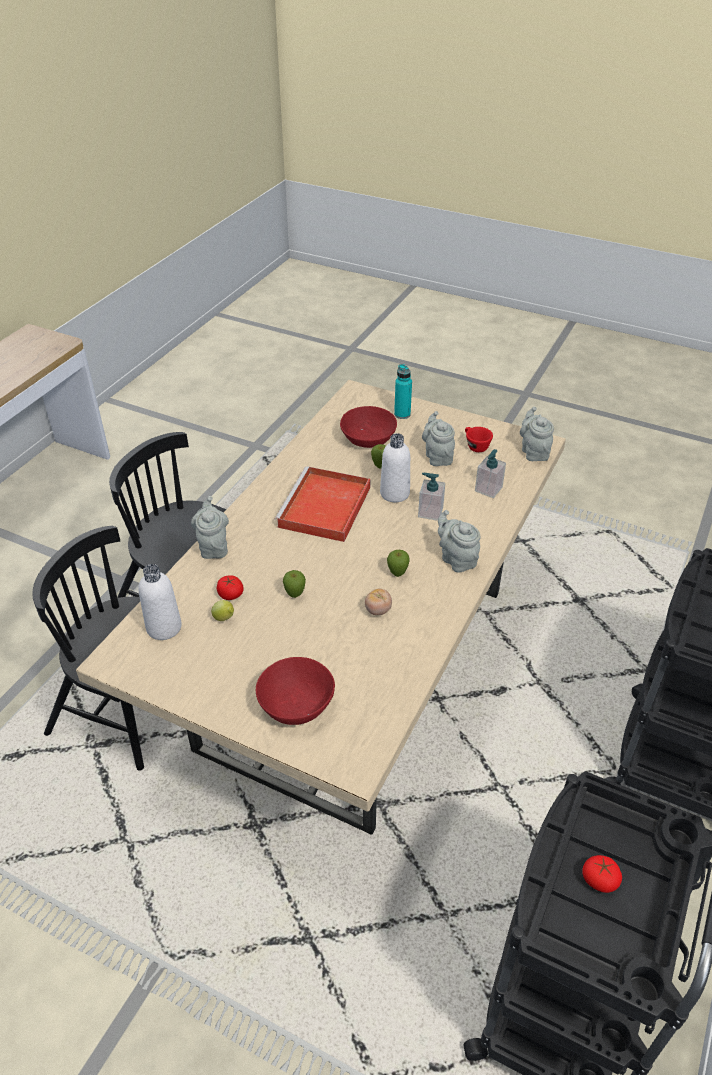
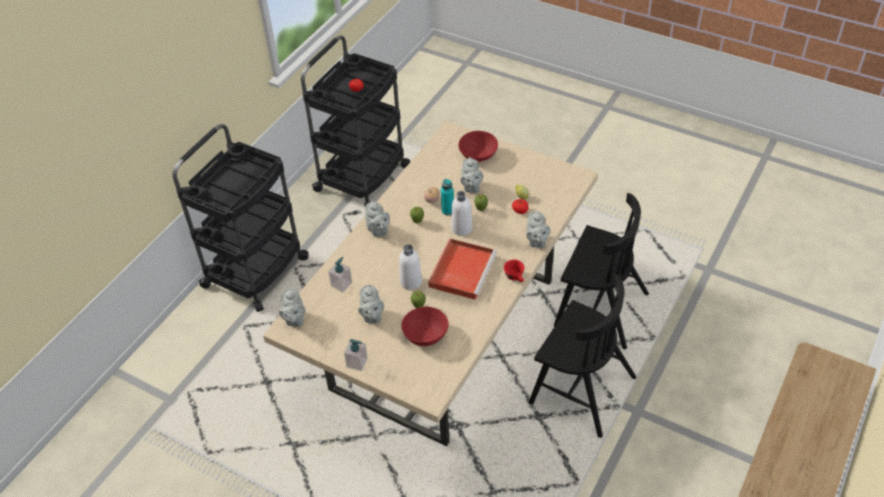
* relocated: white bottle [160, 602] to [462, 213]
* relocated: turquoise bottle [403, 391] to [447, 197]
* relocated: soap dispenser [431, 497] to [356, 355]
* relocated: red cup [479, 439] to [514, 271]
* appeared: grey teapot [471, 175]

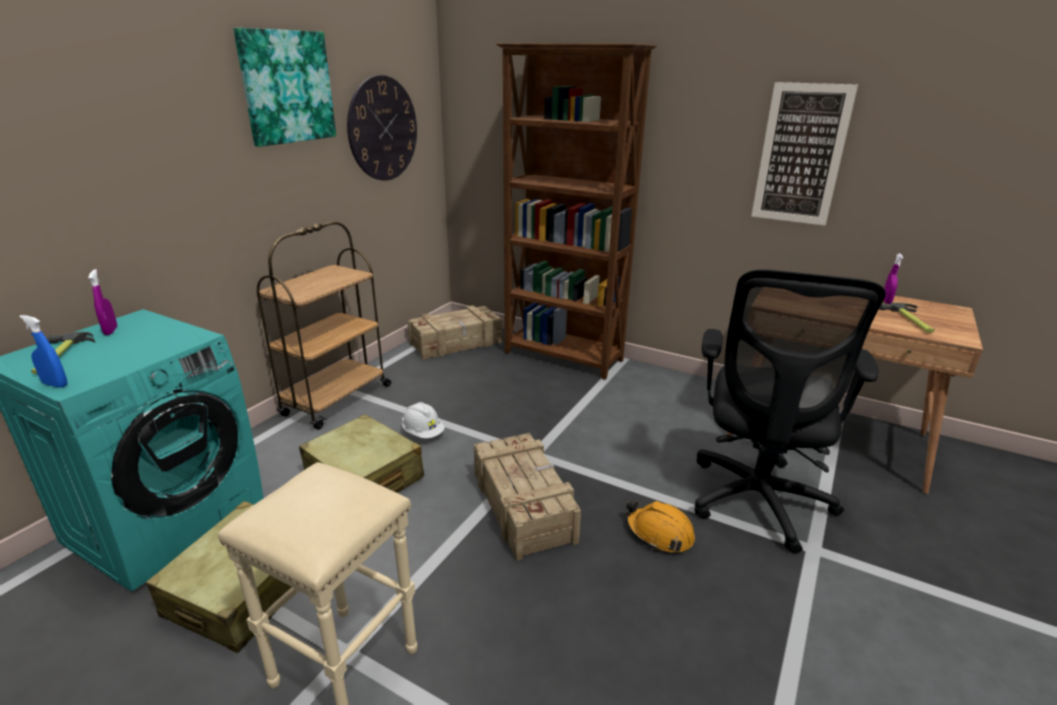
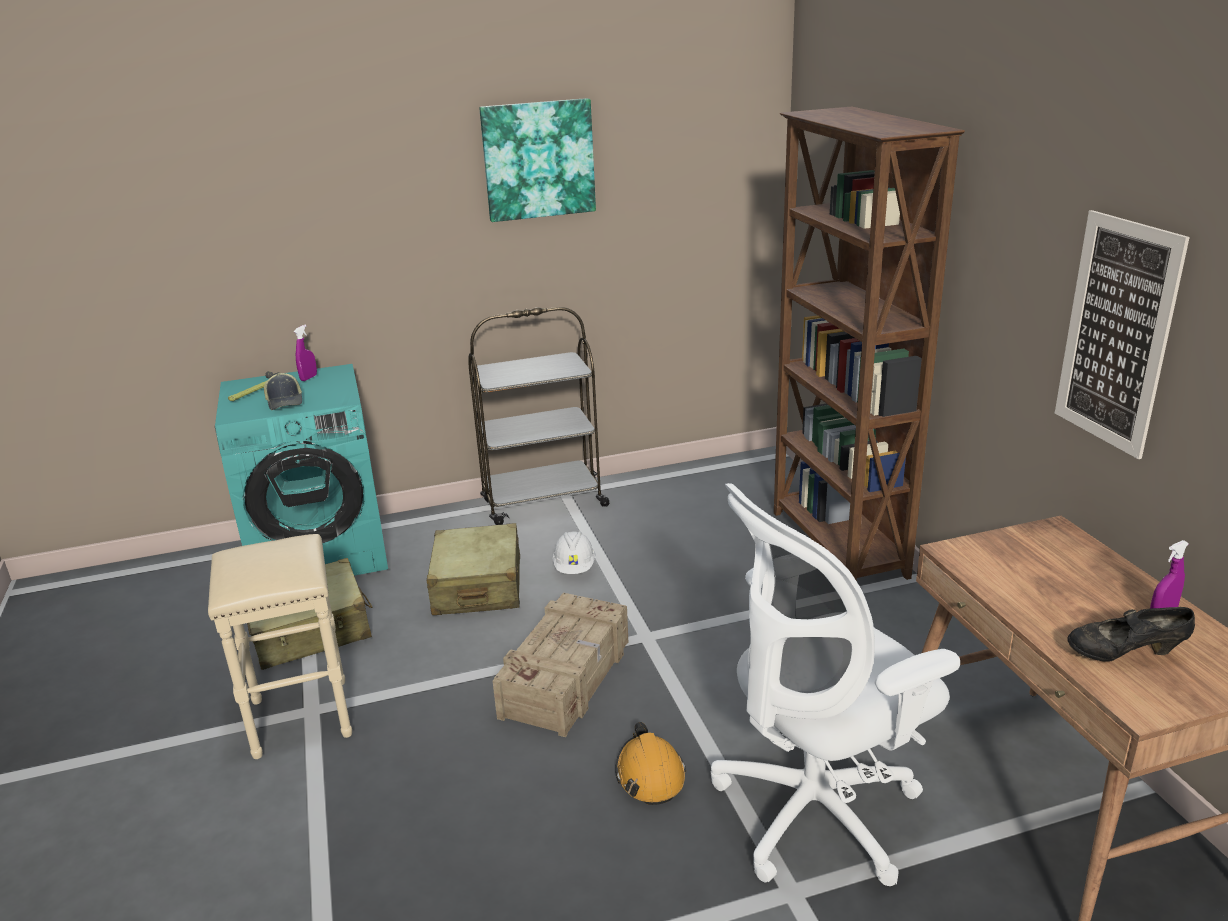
* missing: blue spray bottle [43, 351]
* colour: brown cart [324, 326] to grey cart [538, 416]
* missing: wall clock [382, 128]
* missing: crate [455, 332]
* colour: black office chair [790, 411] to white office chair [835, 684]
* exchanged: hammer [907, 318] to black shoe [1131, 634]
* appeared: cap [283, 391]

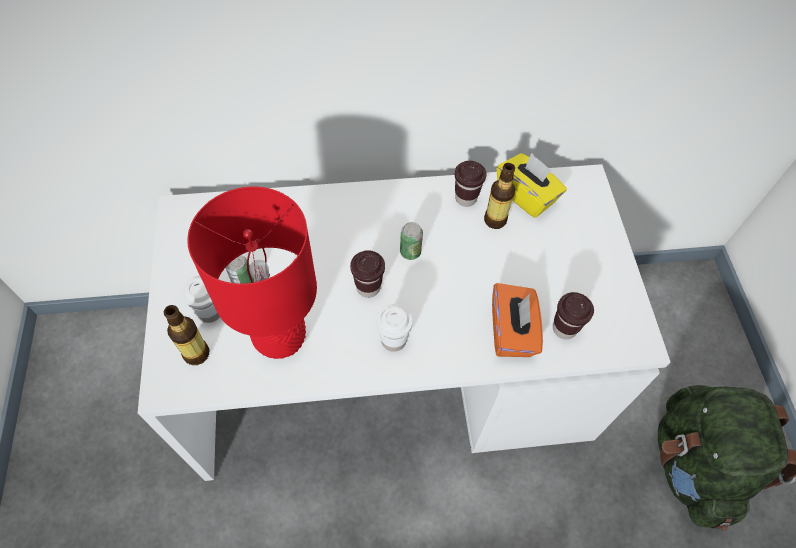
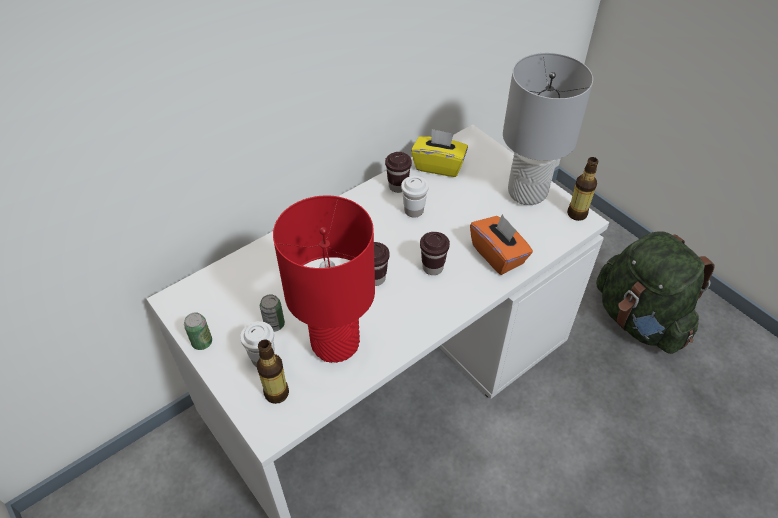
* relocated: white cup [394, 328] to [415, 197]
* relocated: can [411, 241] to [198, 331]
* relocated: bottle [499, 196] to [582, 189]
* relocated: brown cup [573, 315] to [435, 253]
* appeared: grey table lamp [548, 129]

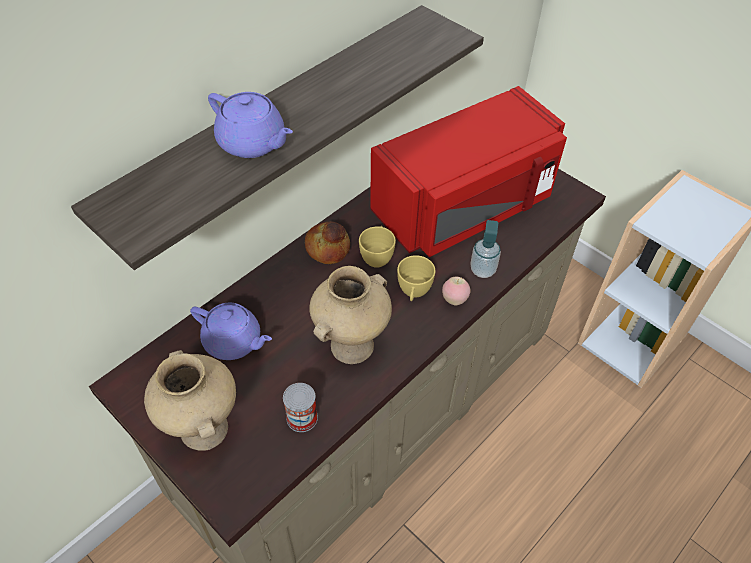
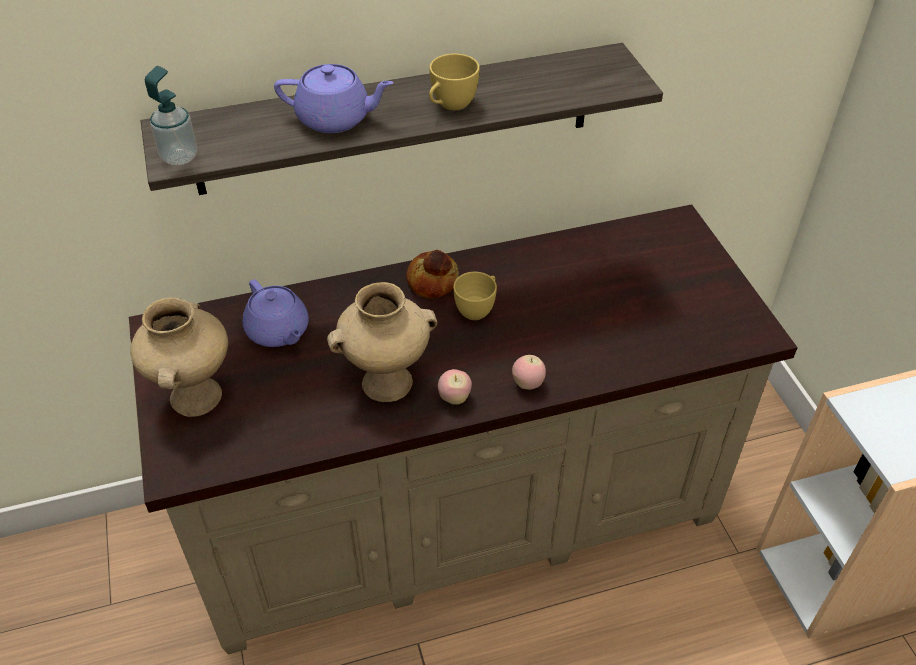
* spun: purple teapot [250, 125] = [334, 98] 60 degrees counterclockwise
* missing: can [300, 407]
* missing: red microwave [468, 171]
* relocated: yellow cup [416, 278] to [454, 82]
* relocated: soap dispenser [485, 249] to [171, 115]
* appeared: apple [455, 387]

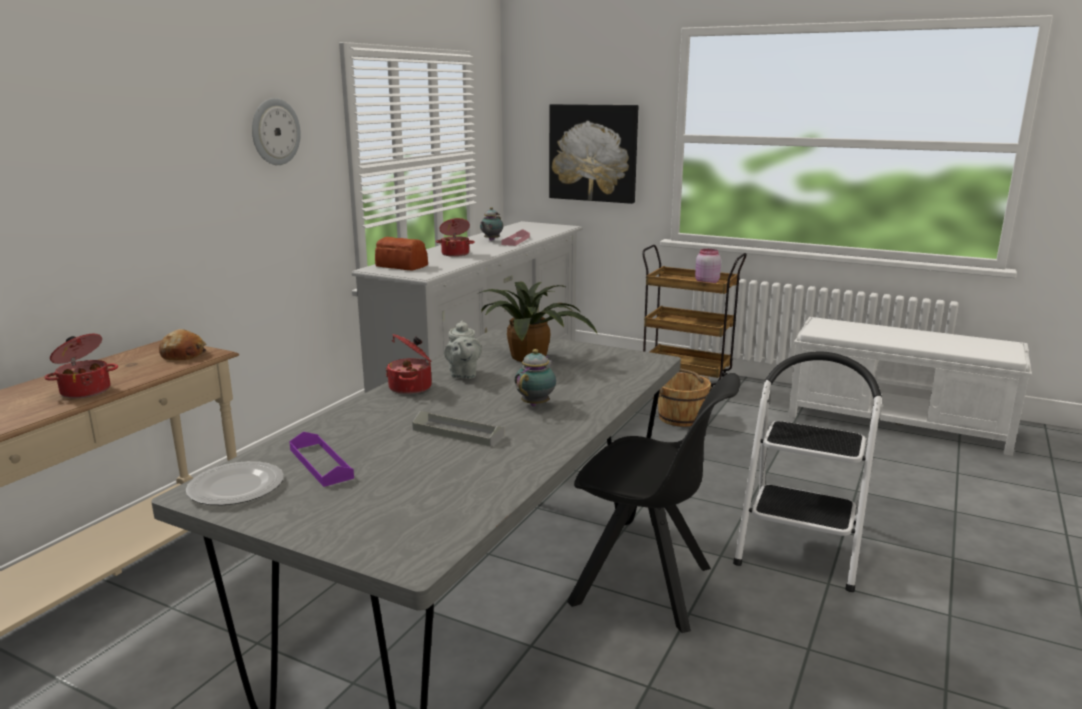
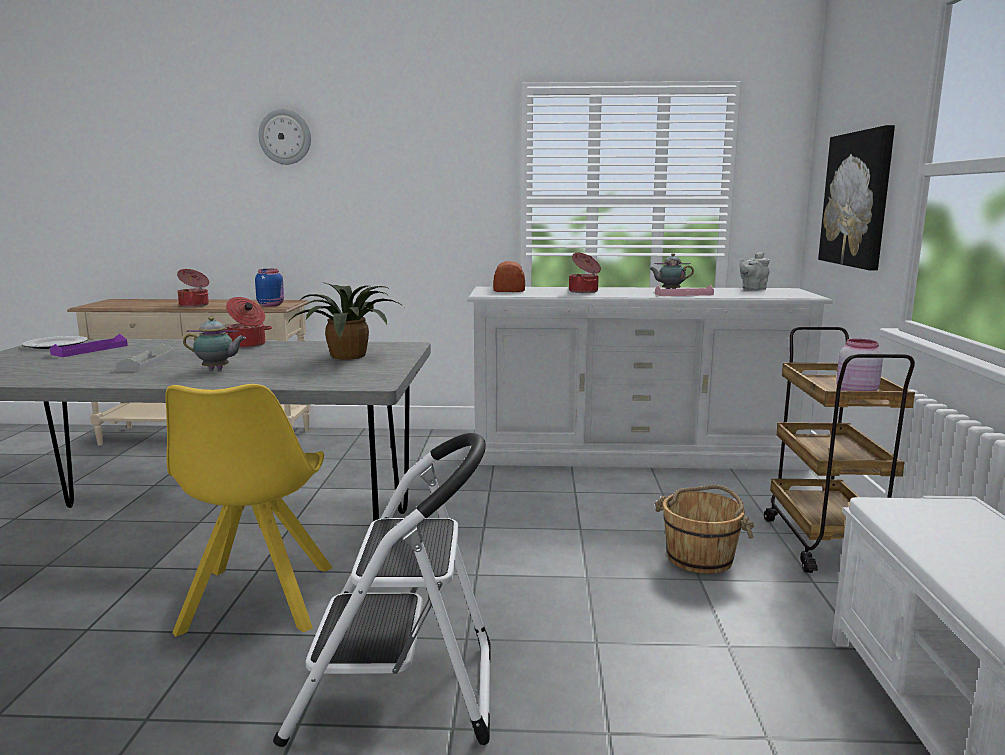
* exchanged: bread [182, 344] to blue jar [269, 288]
* relocated: wall clock [276, 131] to [284, 137]
* relocated: grey teapot [463, 349] to [755, 271]
* colour: black chair [653, 503] to yellow chair [249, 510]

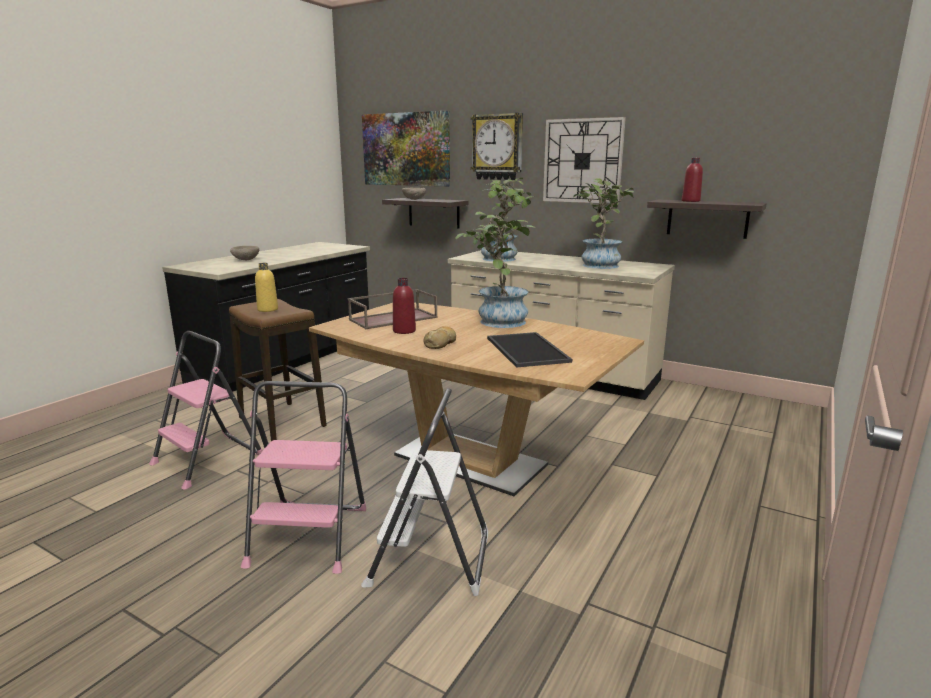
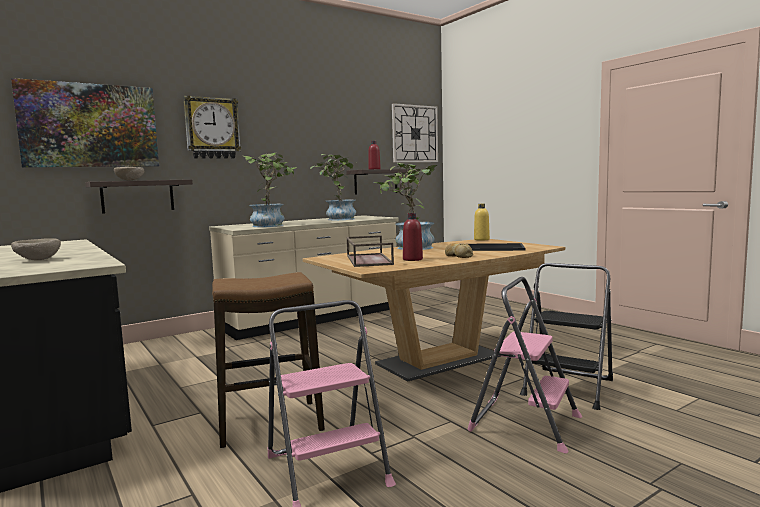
* relocated: yellow bottle [266, 287] to [482, 222]
* colour: white step ladder [424, 492] to black step ladder [566, 336]
* relocated: wall clock [584, 160] to [415, 132]

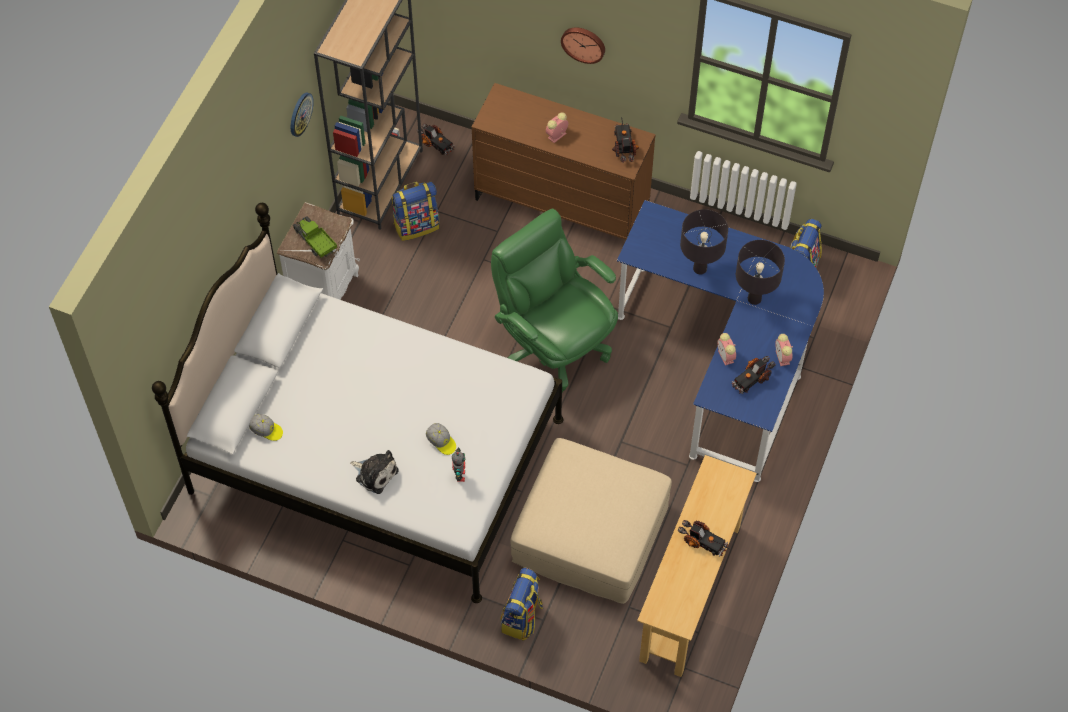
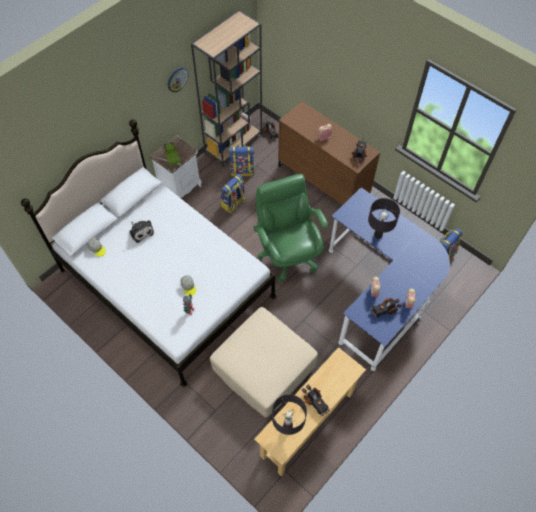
* relocated: plush toy [374, 472] to [141, 231]
* relocated: backpack [522, 604] to [233, 193]
* missing: wall clock [583, 46]
* relocated: black table lamp [760, 272] to [289, 414]

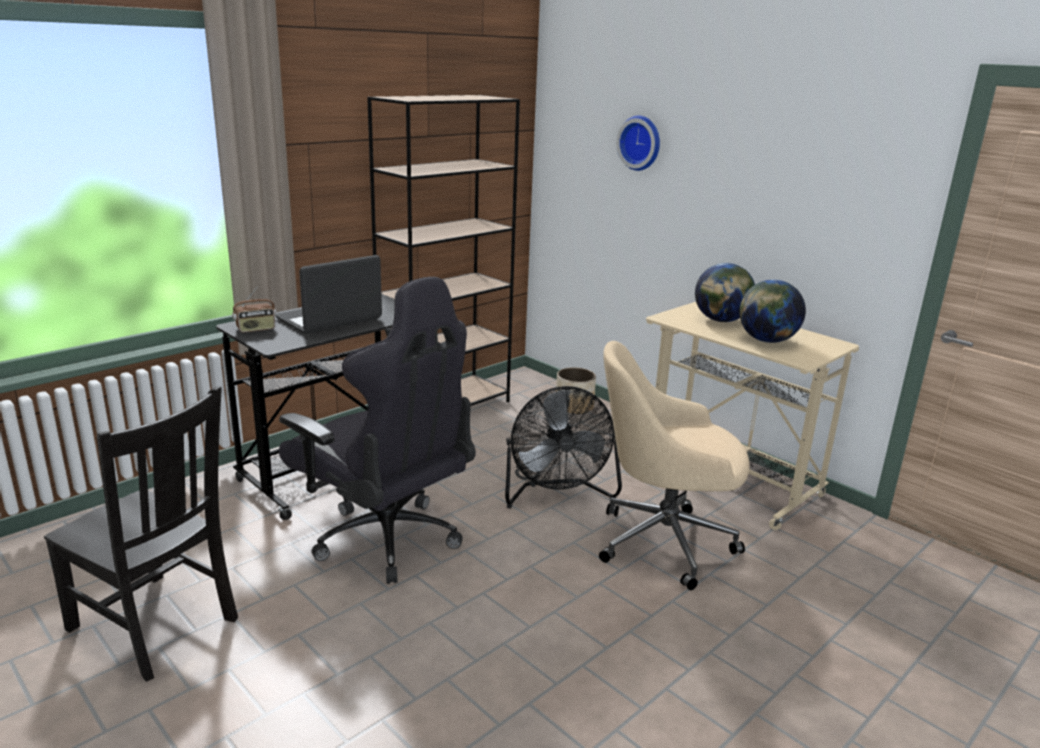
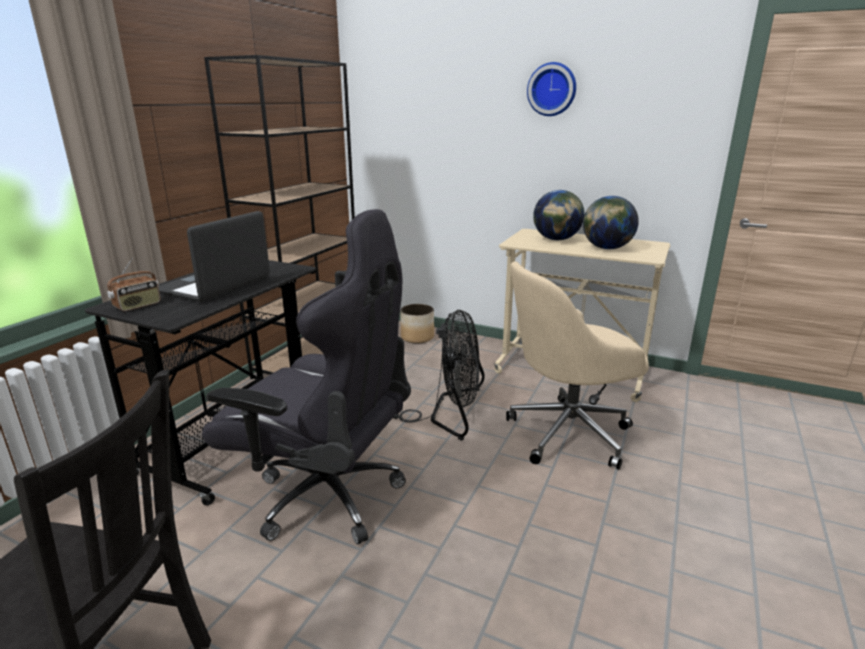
* spun: black fan [563, 447] = [439, 375] 45 degrees counterclockwise
* relocated: wall clock [638, 143] to [551, 89]

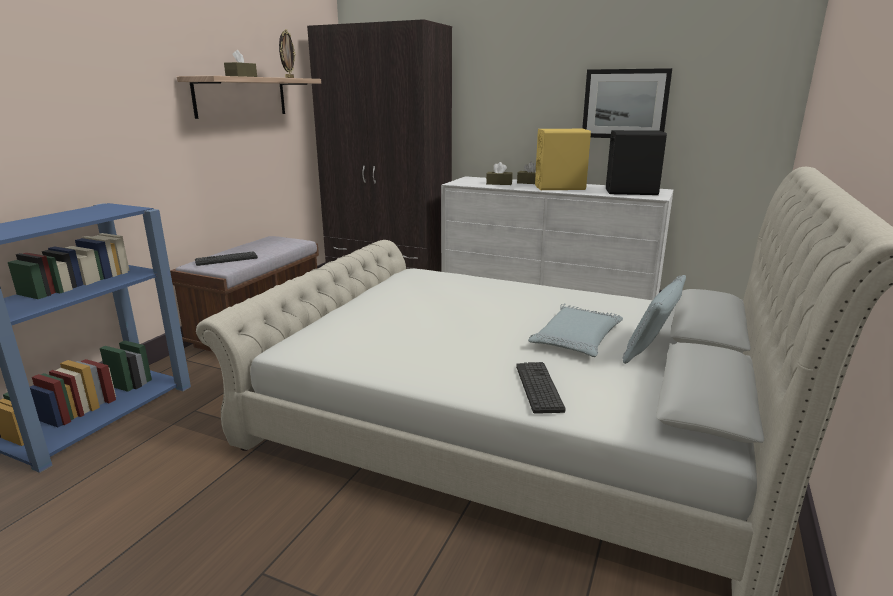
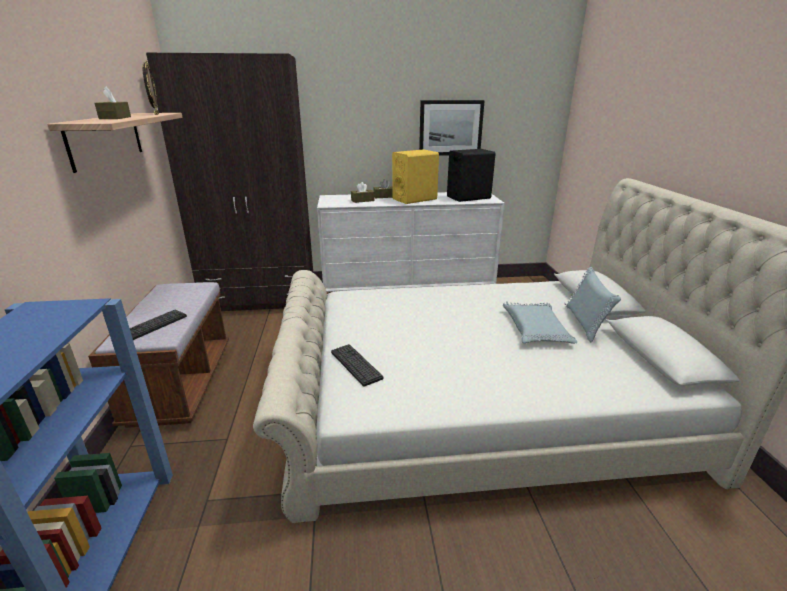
* relocated: keyboard [541, 388] to [357, 365]

